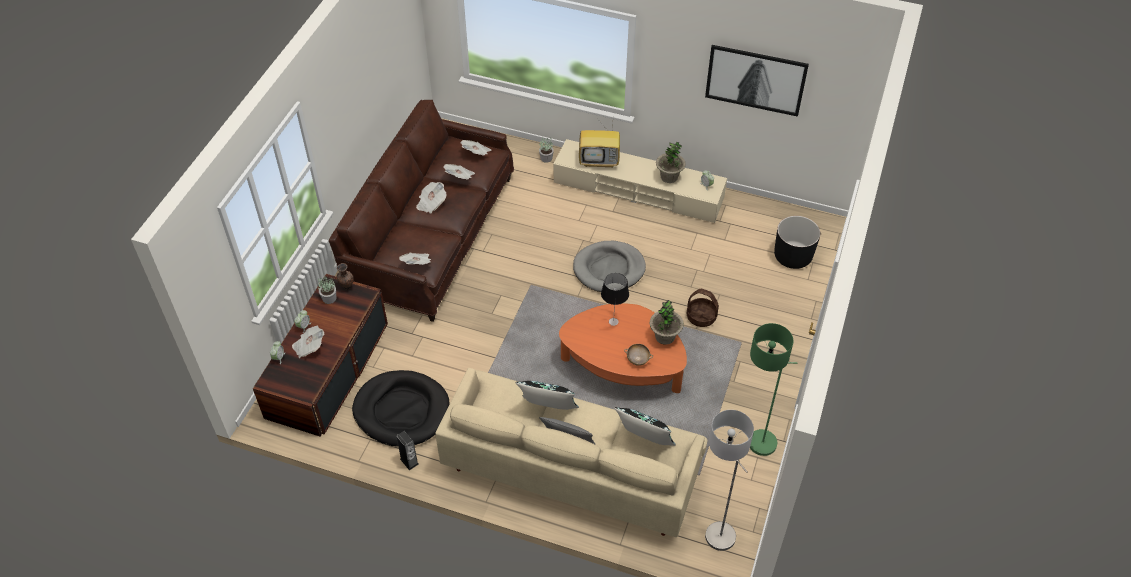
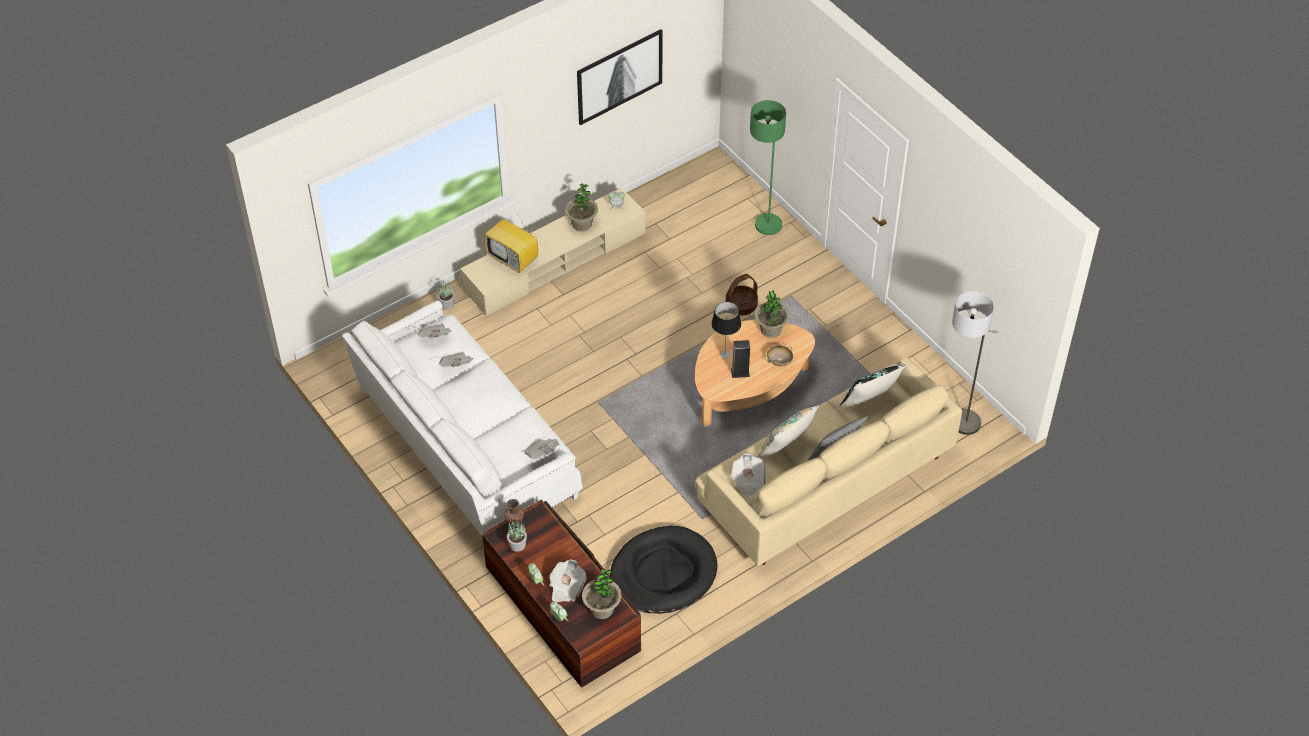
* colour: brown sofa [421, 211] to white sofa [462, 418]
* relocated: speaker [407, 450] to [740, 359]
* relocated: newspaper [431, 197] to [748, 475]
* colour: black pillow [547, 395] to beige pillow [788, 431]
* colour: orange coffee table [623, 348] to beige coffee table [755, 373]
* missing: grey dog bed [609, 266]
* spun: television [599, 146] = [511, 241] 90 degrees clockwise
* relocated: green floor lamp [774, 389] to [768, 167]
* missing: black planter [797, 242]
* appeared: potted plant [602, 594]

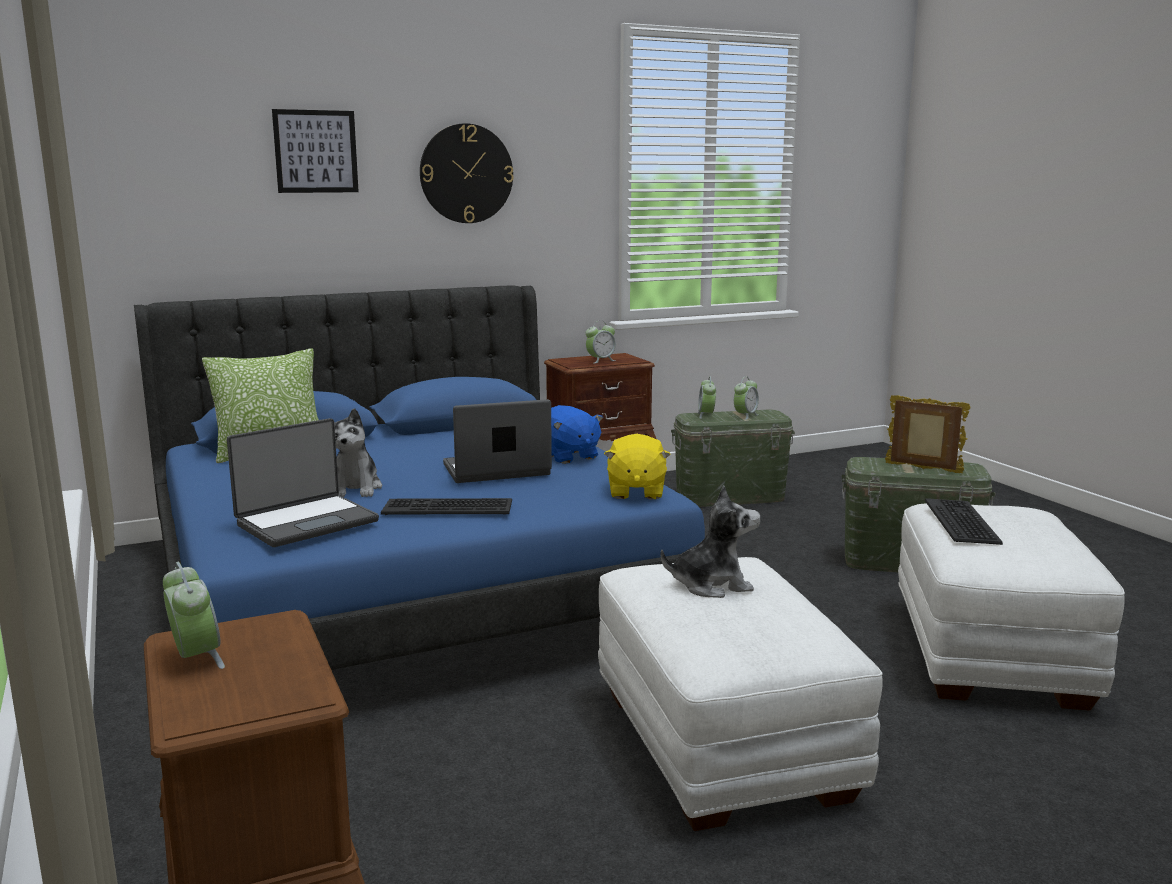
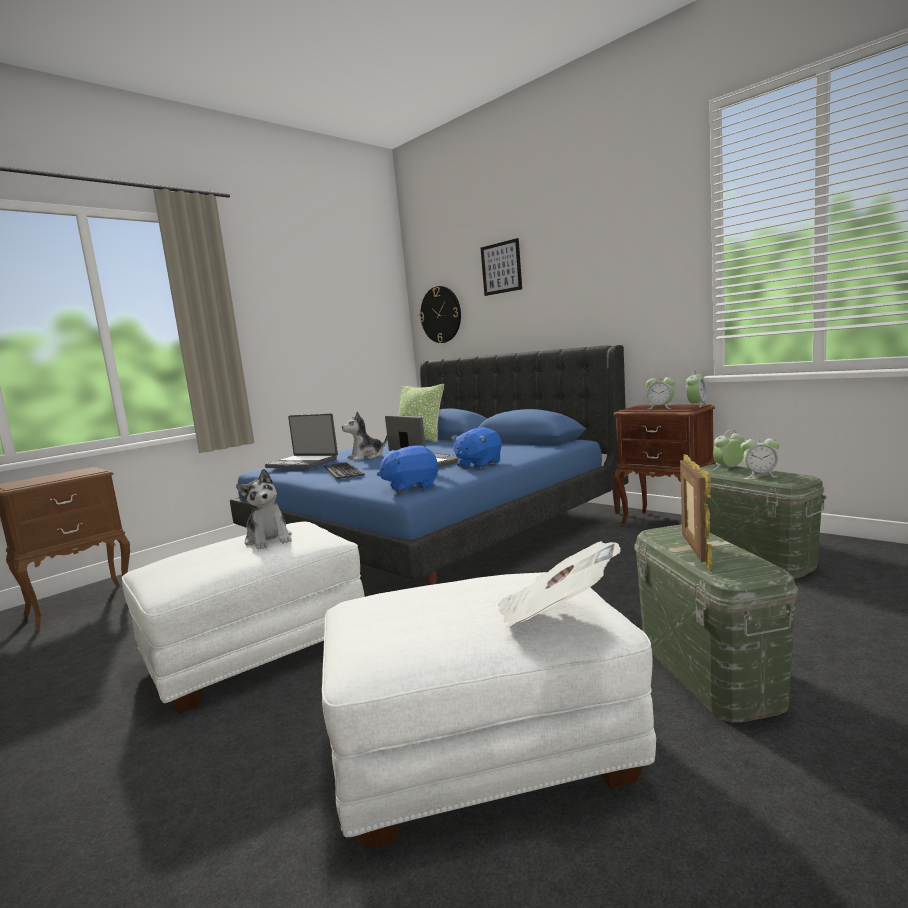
* relocated: alarm clock [194, 615] to [696, 389]
* relocated: wall clock [467, 173] to [440, 314]
* colour: yellow plush toy [637, 466] to blue plush toy [408, 469]
* missing: keyboard [964, 521]
* appeared: newspaper [559, 584]

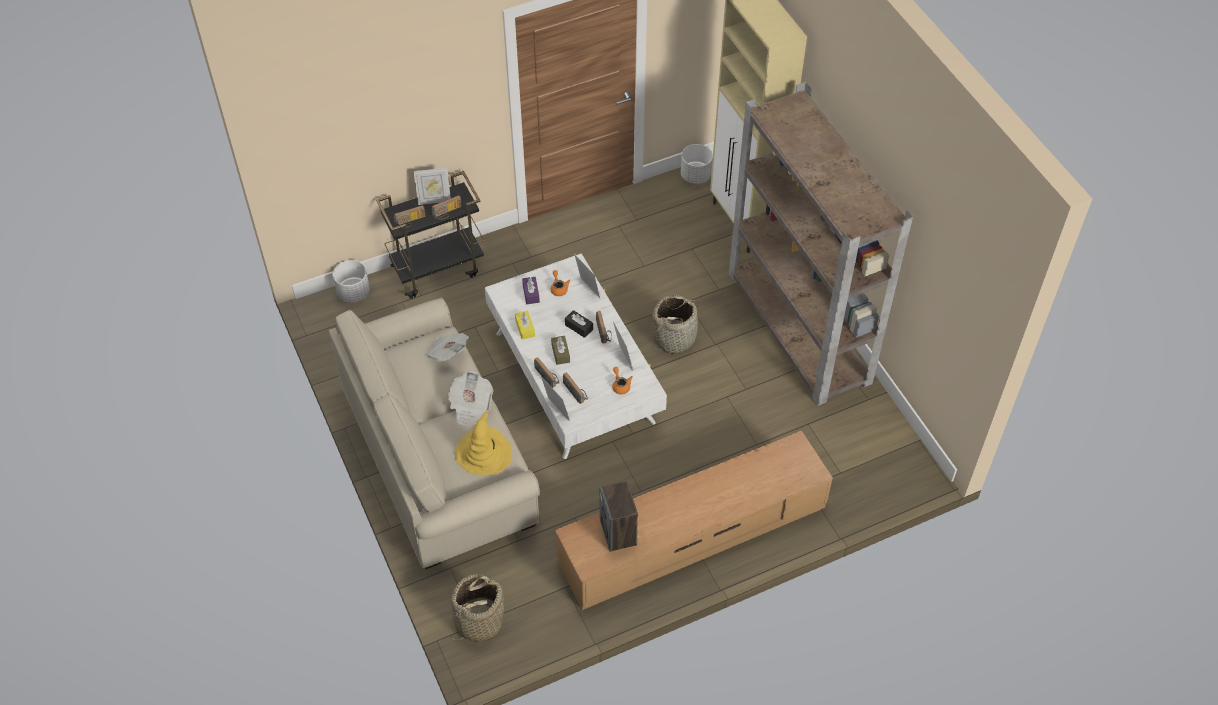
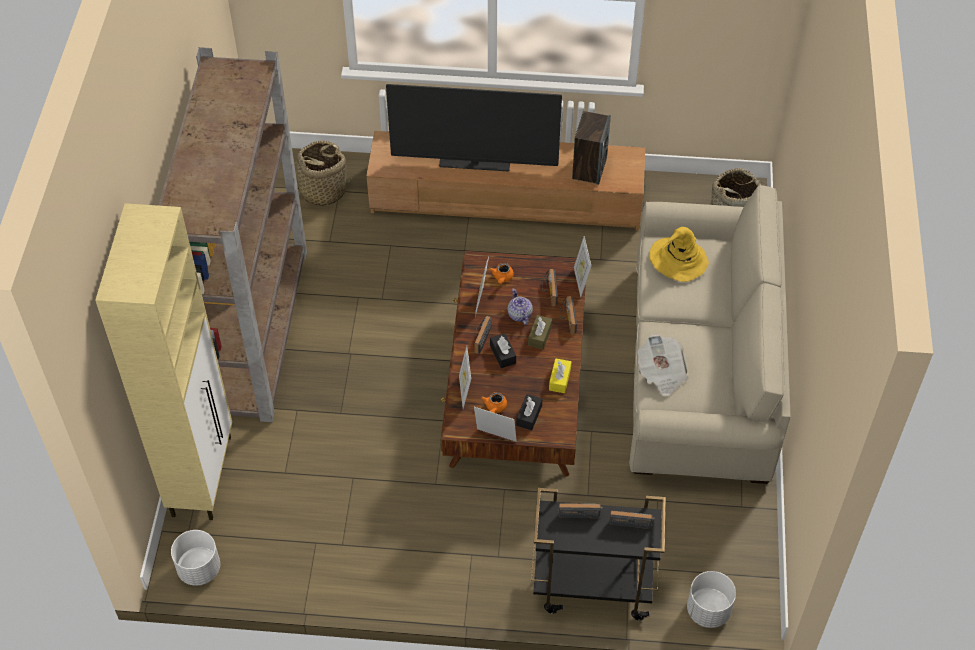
* relocated: picture frame [432, 186] to [495, 424]
* missing: newspaper [470, 398]
* colour: white coffee table [576, 356] to brown coffee table [513, 364]
* colour: purple tissue box [531, 290] to black tissue box [529, 412]
* relocated: basket [675, 324] to [323, 173]
* appeared: television [474, 127]
* appeared: teapot [520, 306]

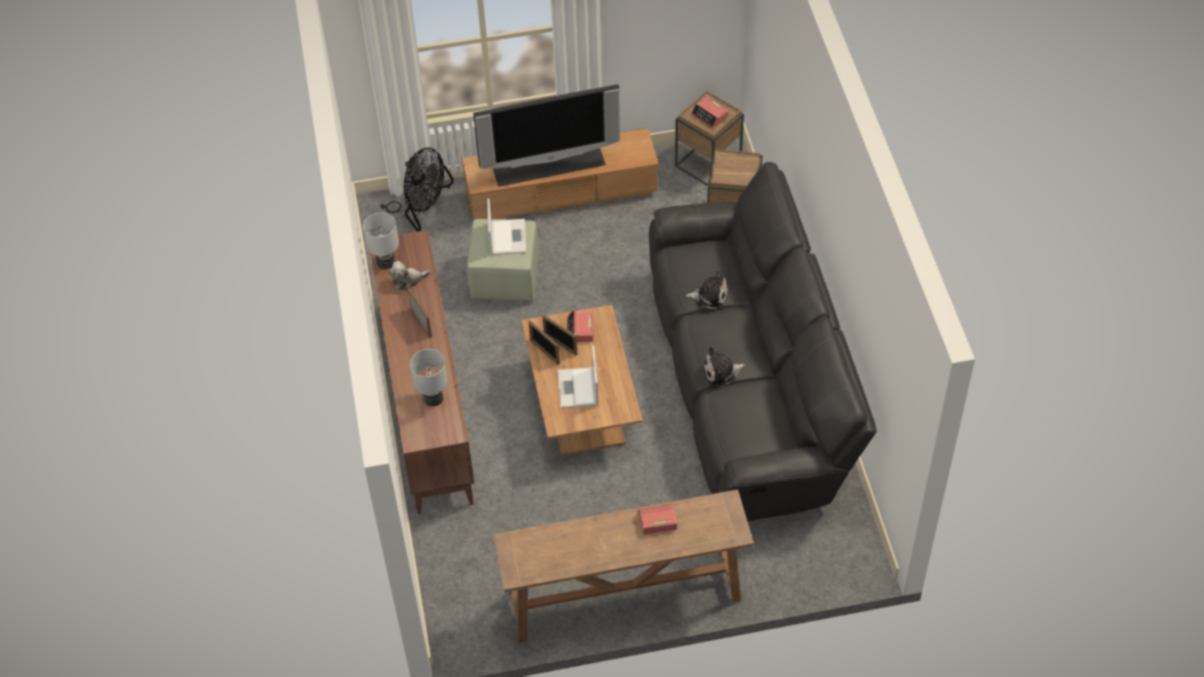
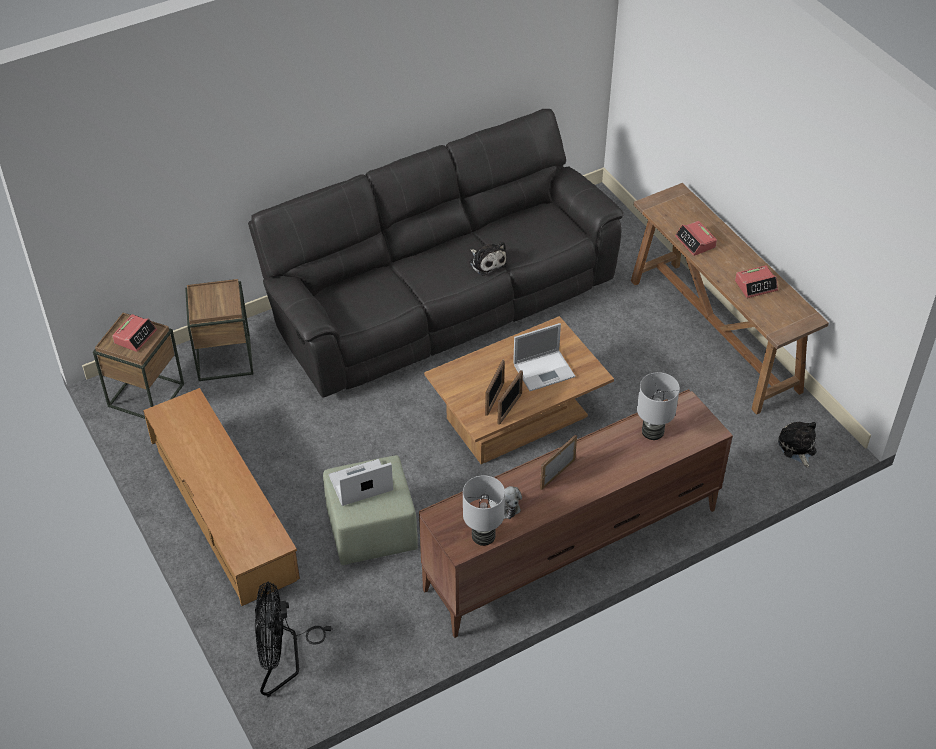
* spun: black fan [416, 190] = [293, 639] 105 degrees counterclockwise
* missing: television [546, 135]
* relocated: alarm clock [580, 326] to [756, 281]
* relocated: plush toy [707, 290] to [797, 445]

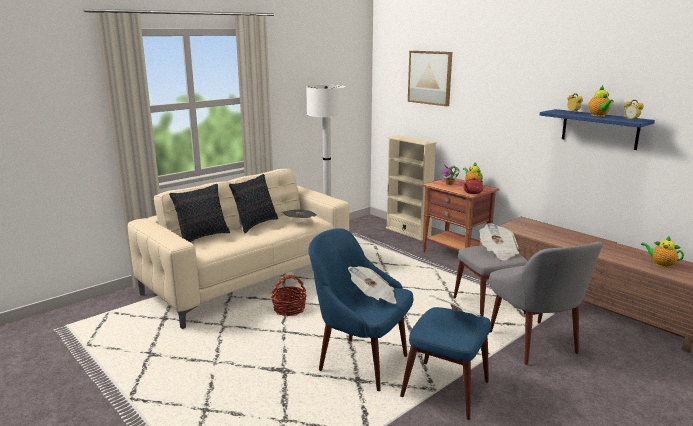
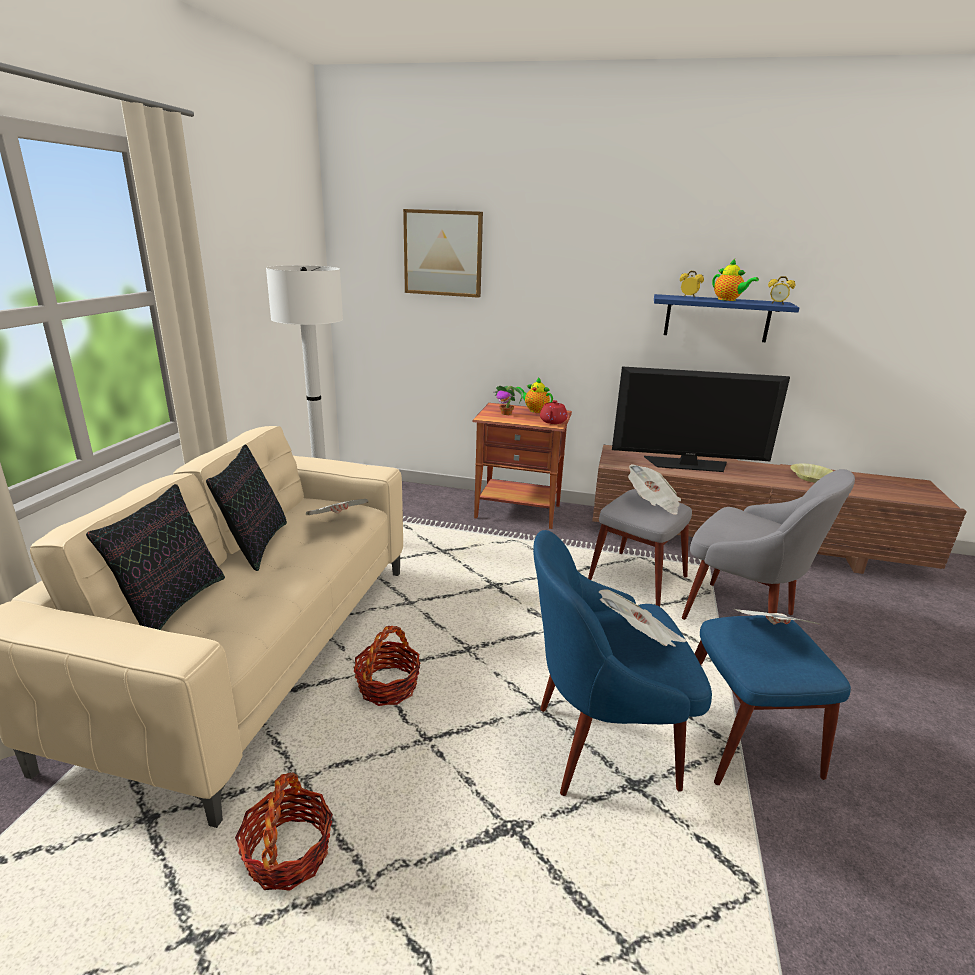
* missing: beige bookcase [411, 188]
* exchanged: teapot [662, 252] to yellow bowl [811, 473]
* appeared: basket [284, 832]
* appeared: television [701, 419]

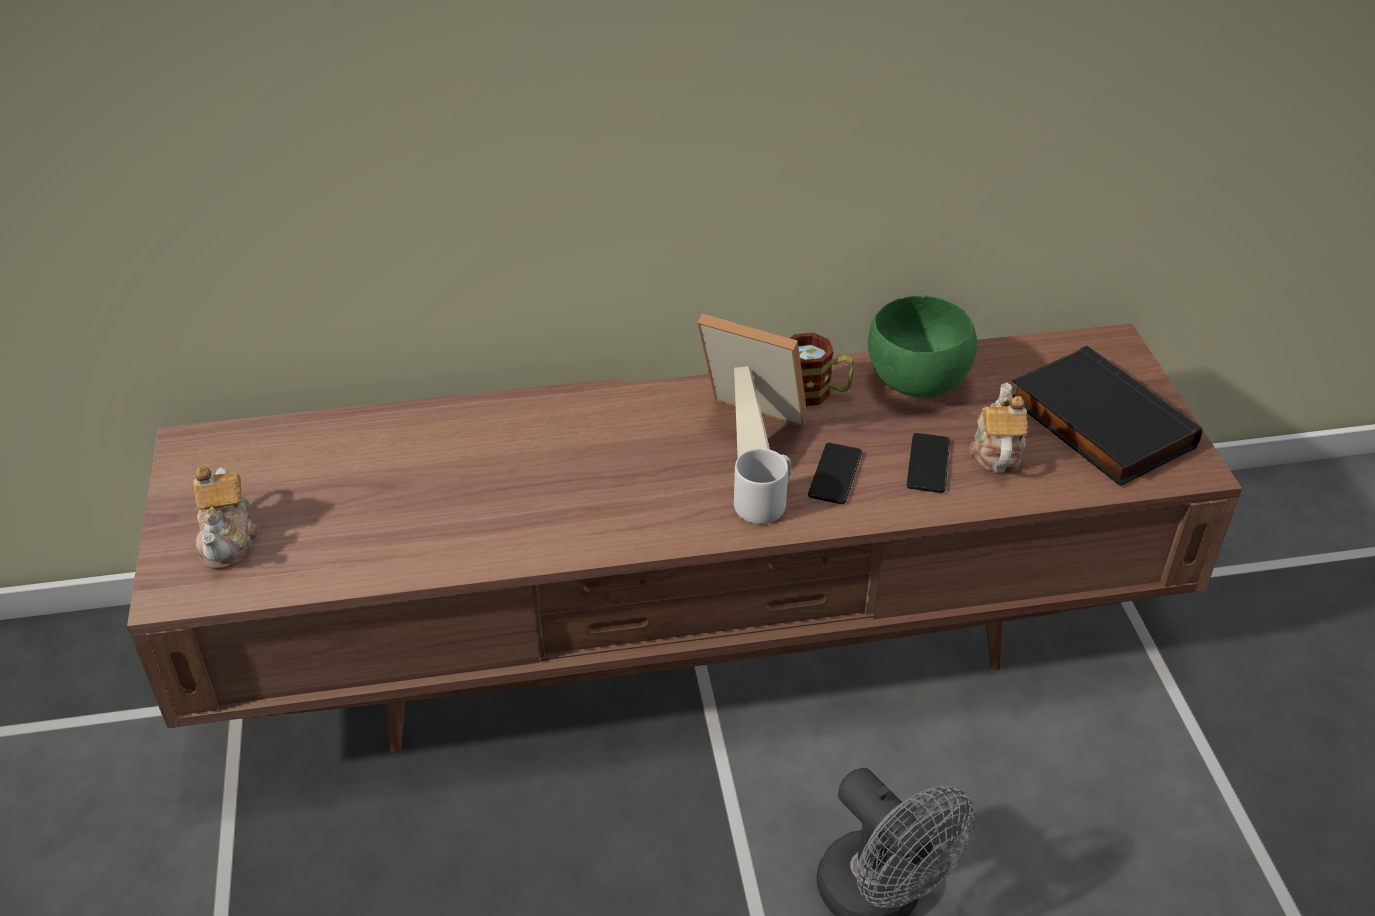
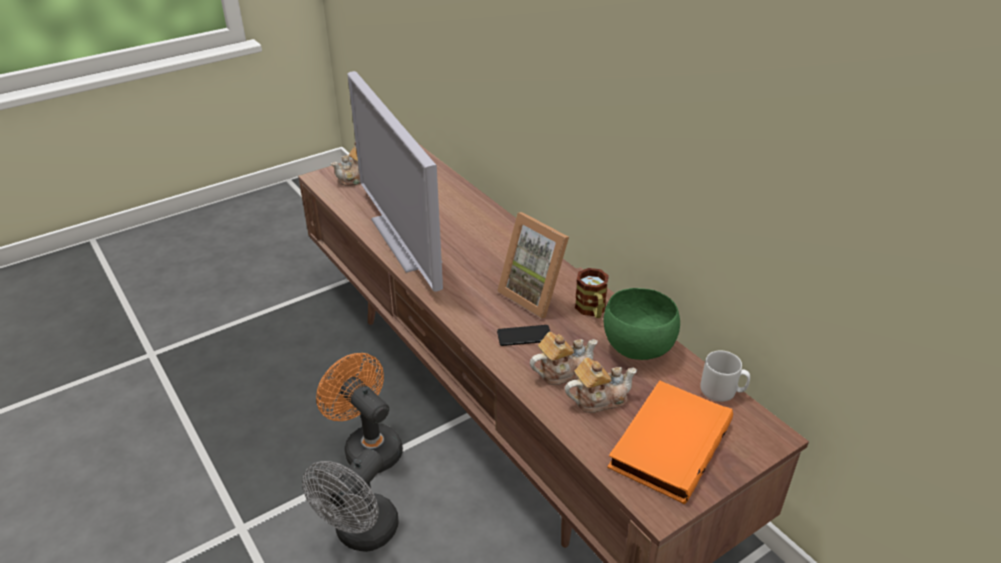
* spun: picture frame [752, 386] = [533, 265] 135 degrees clockwise
* relocated: grey mug [762, 486] to [725, 376]
* exchanged: phone [928, 463] to teapot [564, 358]
* colour: black book [1107, 416] to orange book [670, 442]
* appeared: orange fan [359, 413]
* appeared: television [395, 181]

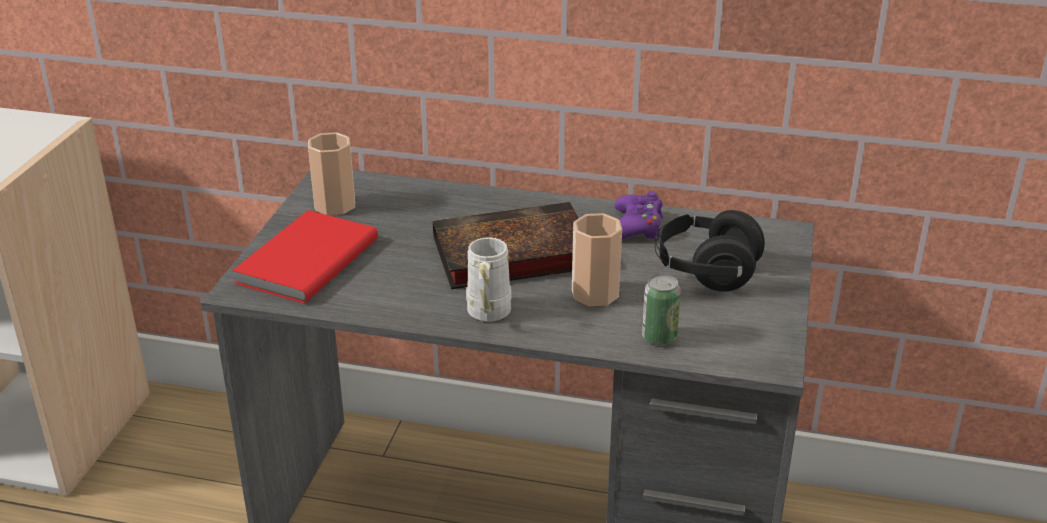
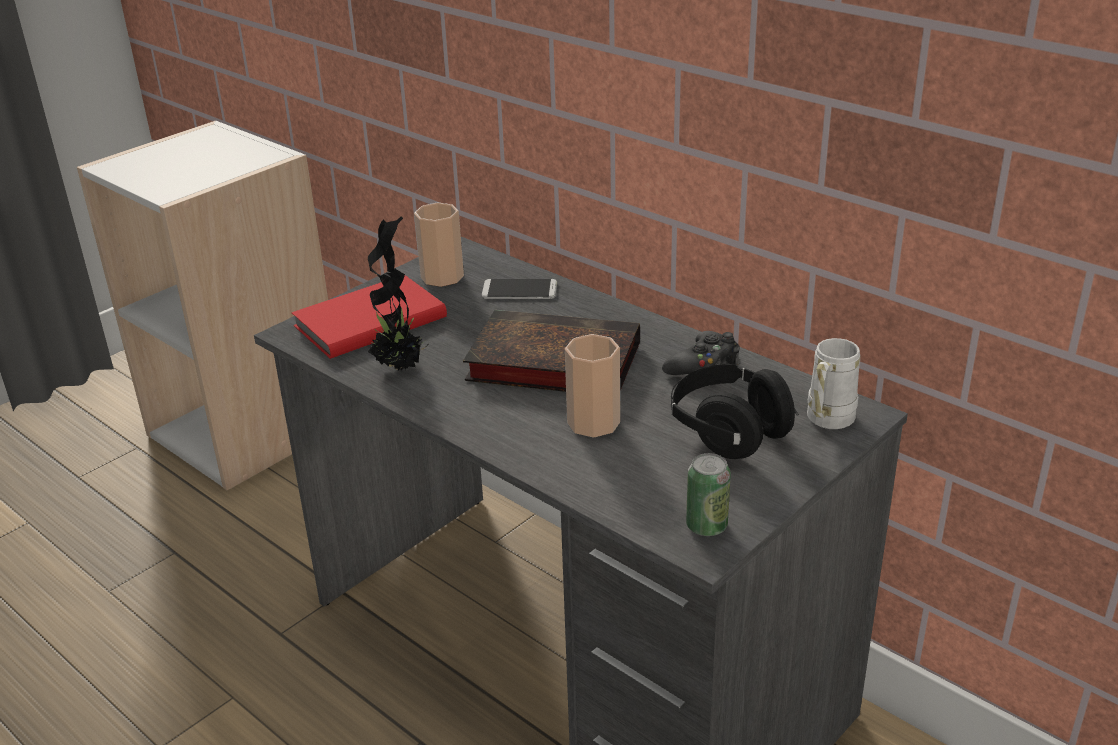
* relocated: white mug [489, 279] to [833, 383]
* colour: purple game controller [638, 215] to black game controller [701, 353]
* relocated: can [661, 309] to [708, 494]
* appeared: potted plant [398, 293]
* appeared: phone [519, 289]

